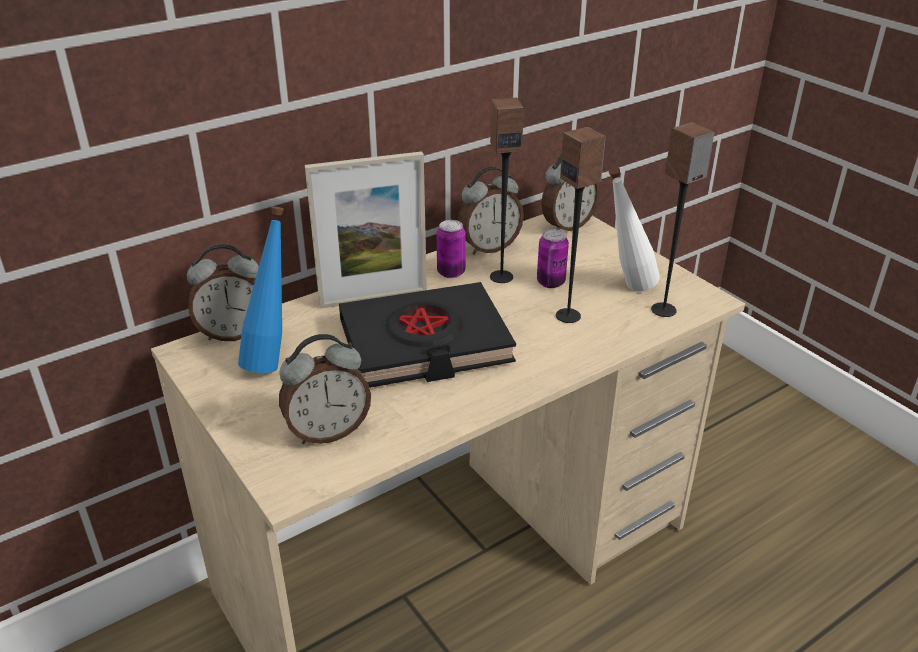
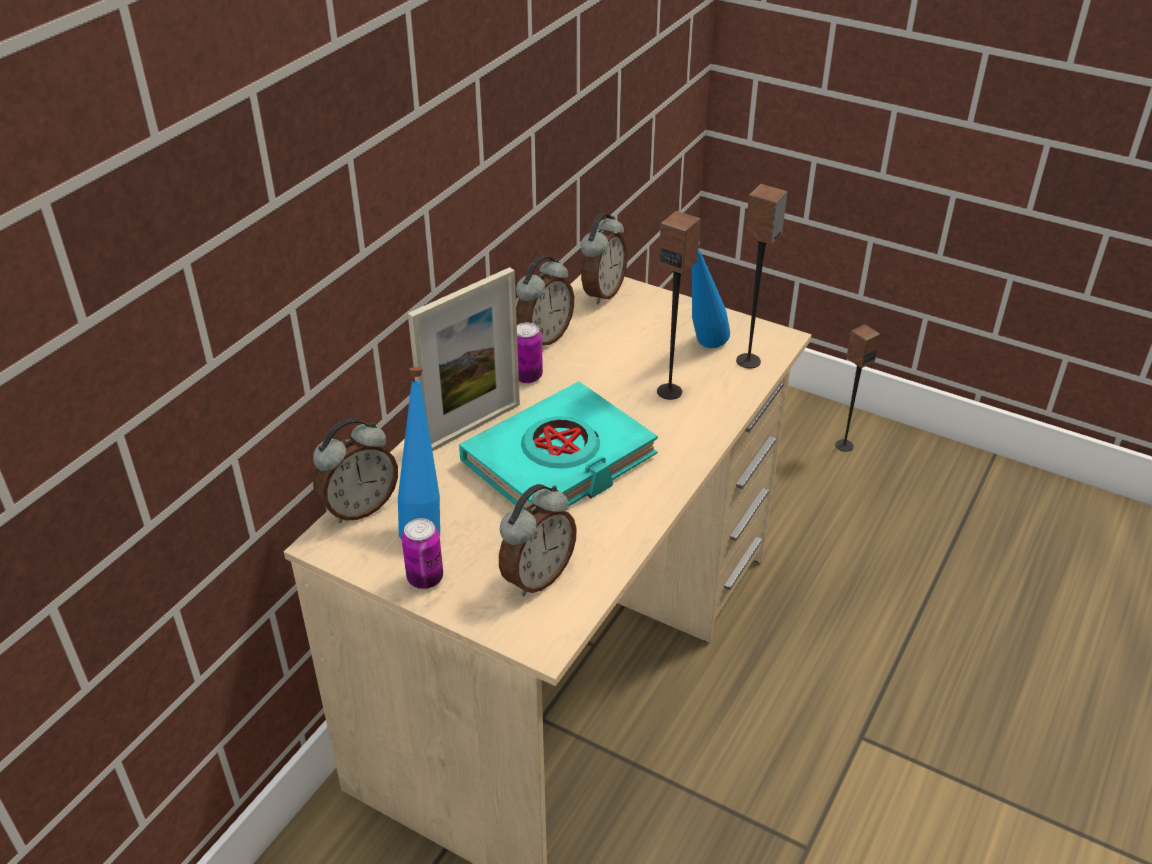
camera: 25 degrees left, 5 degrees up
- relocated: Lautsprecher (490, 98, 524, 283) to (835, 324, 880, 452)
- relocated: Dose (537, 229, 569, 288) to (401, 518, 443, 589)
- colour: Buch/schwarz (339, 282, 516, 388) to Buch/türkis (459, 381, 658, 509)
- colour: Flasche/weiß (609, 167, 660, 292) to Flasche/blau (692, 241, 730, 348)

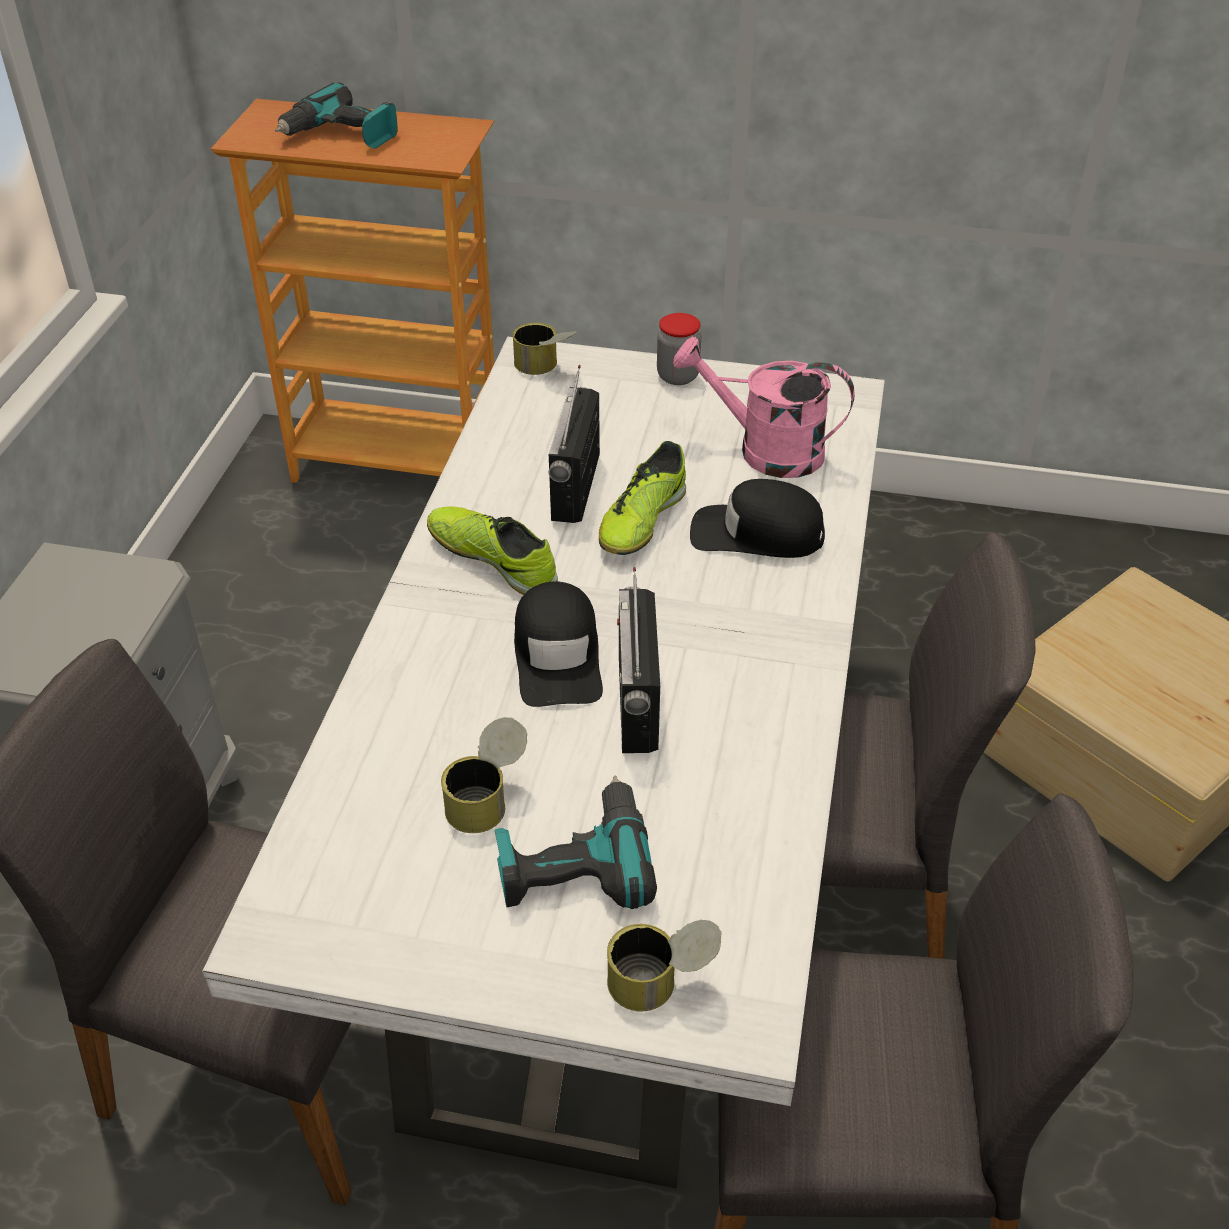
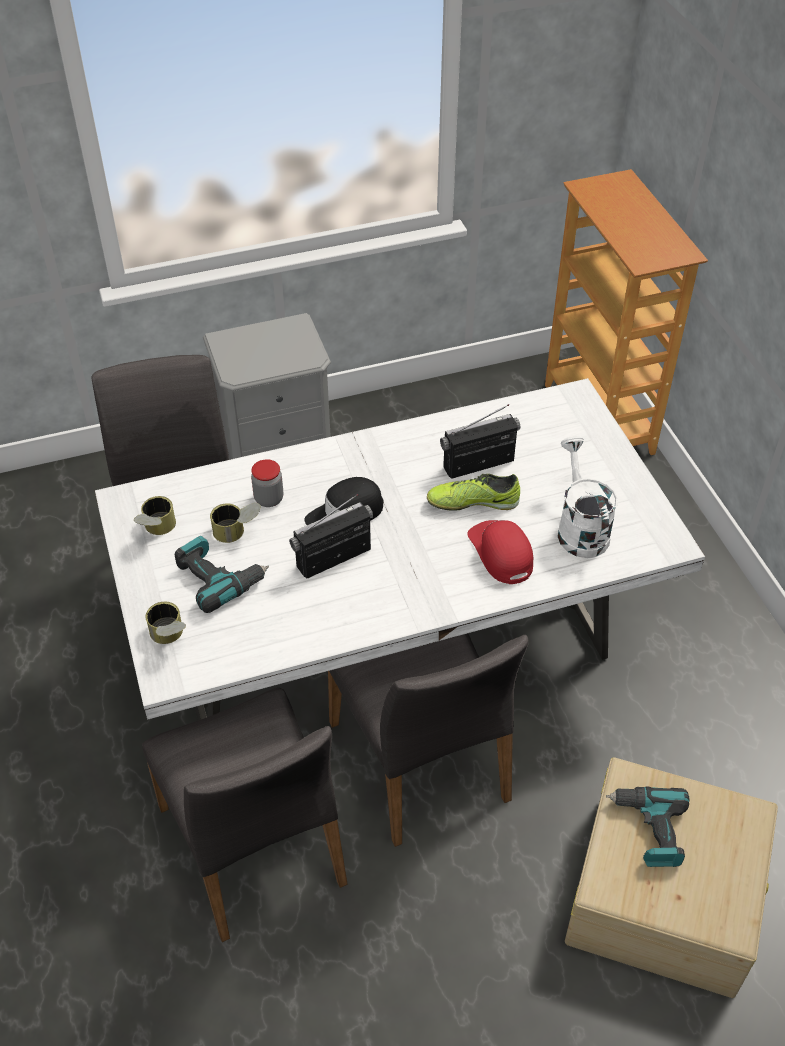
camera: 60 degrees right, 5 degrees up
- missing: Schuh (427, 507, 558, 595)
- relocated: Bohrmaschine (275, 83, 398, 149) to (606, 786, 690, 867)
- relocated: Dose (512, 322, 576, 375) to (134, 496, 176, 535)
- relocated: Vorratsglas (657, 313, 701, 385) to (251, 459, 284, 507)
- colour: Gießkanne/rosa (673, 337, 855, 478) to Gießkanne/weiß (558, 436, 618, 558)
- colour: Kappe/schwarz (690, 479, 825, 558) to Kappe/rot (467, 520, 534, 584)

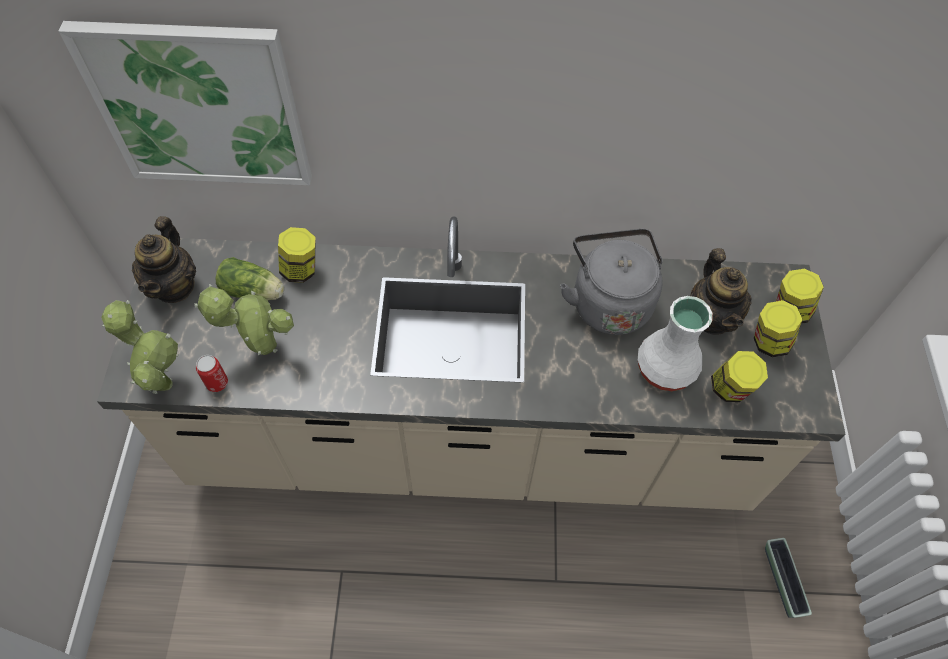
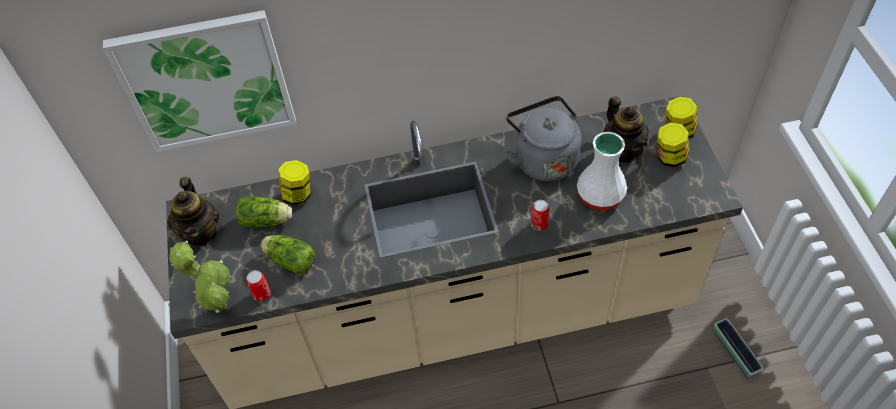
camera: 10 degrees left, 5 degrees down
- missing: Vorratsglas (711, 351, 768, 402)
- appeared: Dose (531, 200, 550, 231)
- exchanged: Topfpflanze (194, 284, 294, 355) to Salatkopf (261, 235, 315, 274)

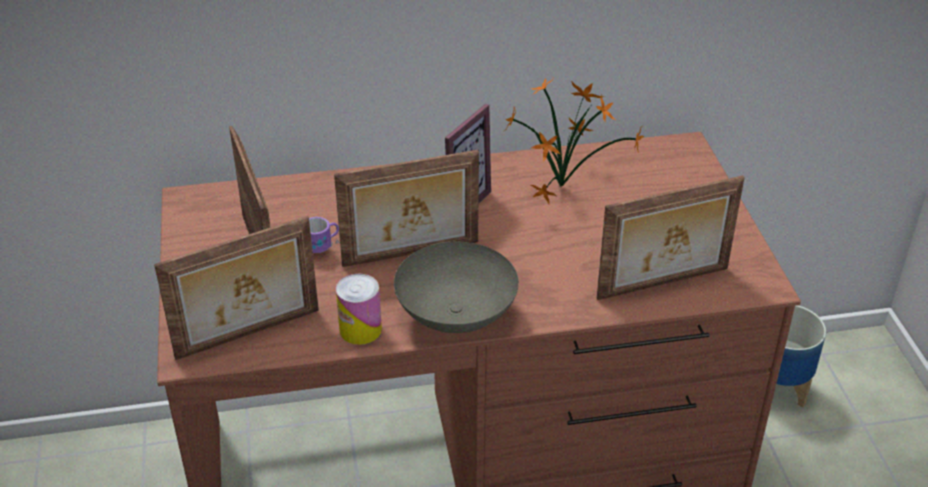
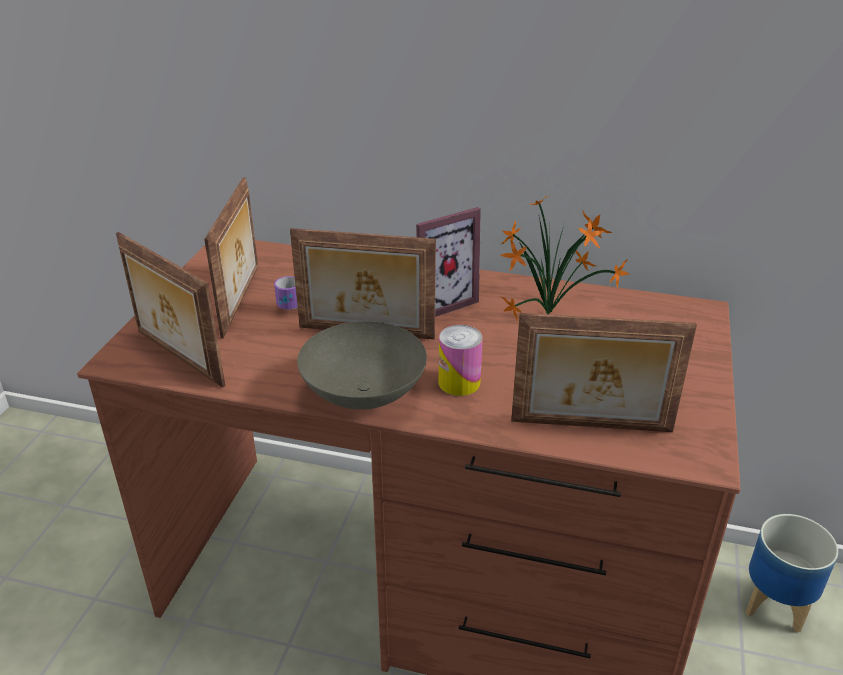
camera: 25 degrees right, 5 degrees down
- relocated: Dose (336, 274, 382, 345) to (439, 325, 483, 396)
- spun: Bilderrahmen (154, 216, 319, 360) = (116, 232, 225, 388) 45 degrees clockwise

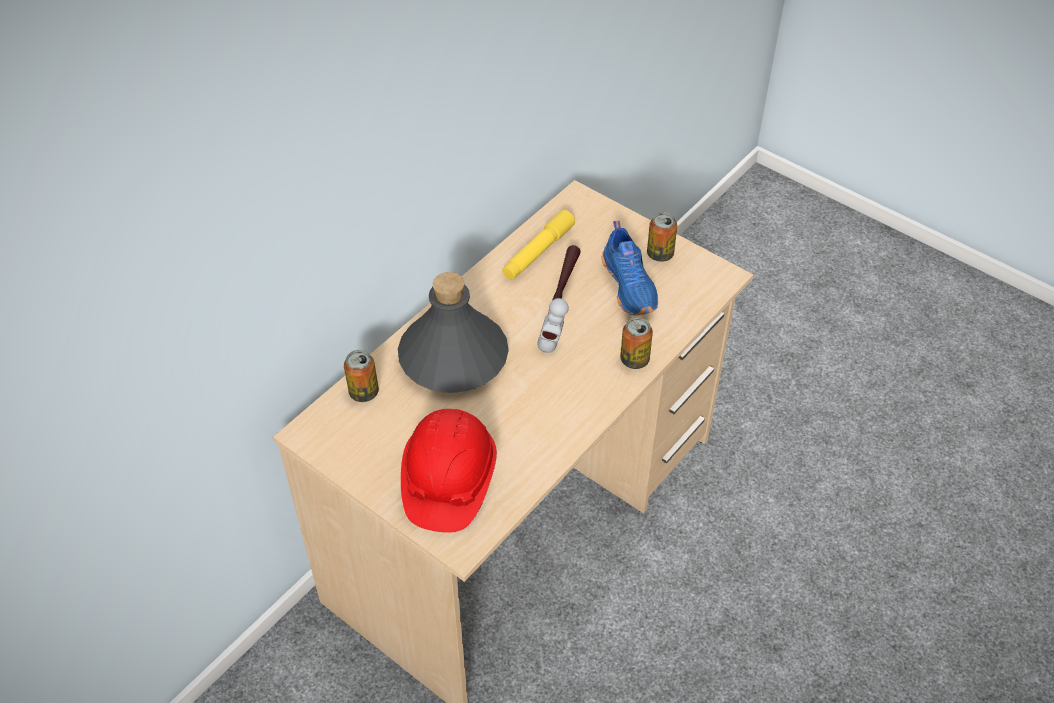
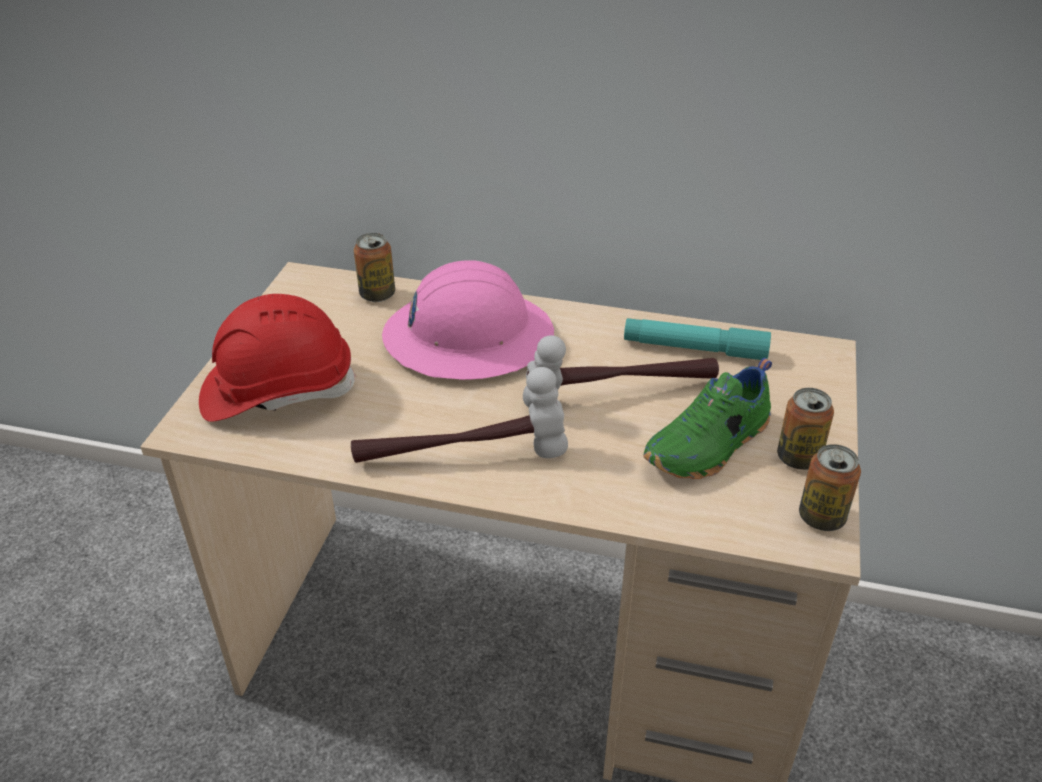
camera: 65 degrees right, 10 degrees down
- appeared: Hammer (351, 367, 568, 463)
- relocated: Dose (620, 317, 653, 369) to (799, 444, 861, 531)
- exchanged: Flasche/grau (398, 272, 509, 393) to Schutzhelm/rosa (382, 260, 554, 380)
- colour: Taschenlampe/gelb (502, 210, 575, 280) to Taschenlampe/türkis (624, 318, 771, 360)
- colour: Schuh/blau (602, 221, 658, 315) to Schuh/grün (643, 358, 772, 479)

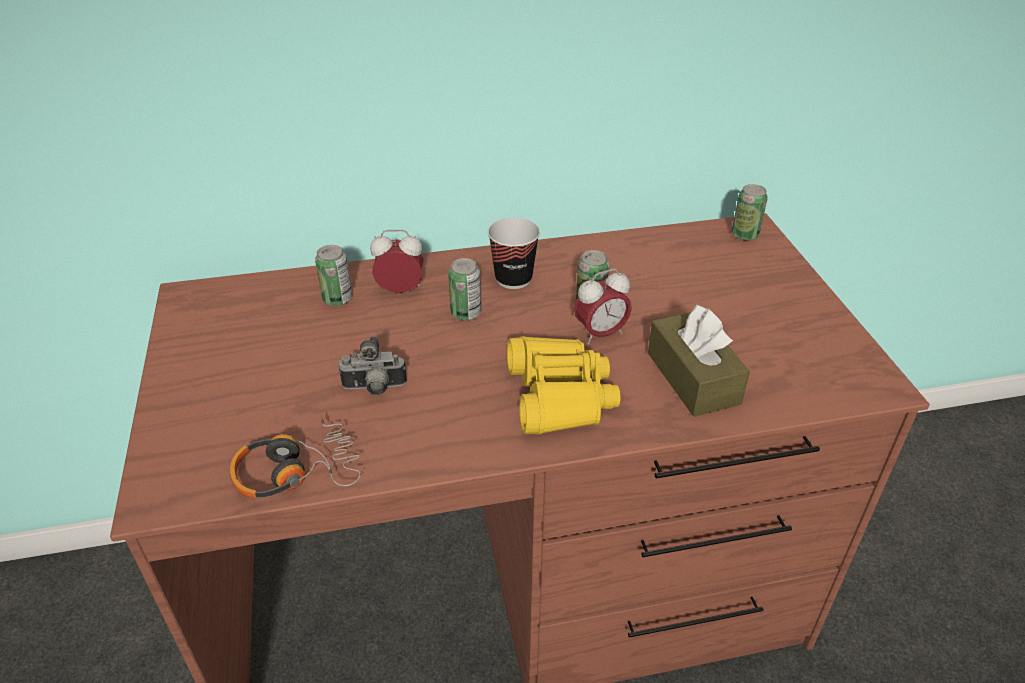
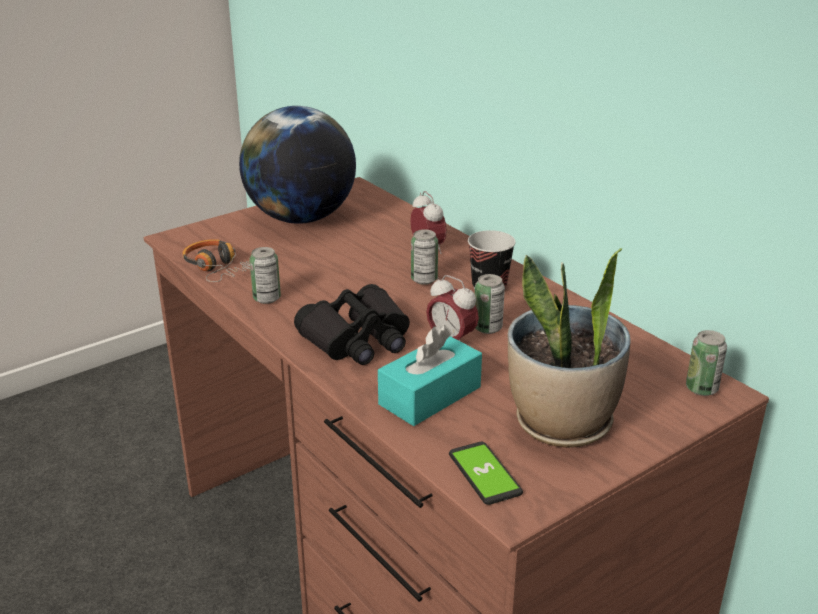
camera: 65 degrees right, 10 degrees down
- missing: Kamera (338, 336, 407, 395)
- appeared: Globus (239, 106, 356, 224)
- appeared: Handy (449, 442, 523, 505)
- appeared: Topfpflanze (508, 248, 631, 447)
- relocated: Dose (315, 245, 353, 306) to (249, 247, 281, 304)
- colour: Fernglas/gelb (507, 336, 621, 434) to Fernglas/schwarz (294, 284, 410, 365)
- colour: Taschentuchbox/braun (648, 305, 750, 417) to Taschentuchbox/türkis (378, 325, 482, 426)

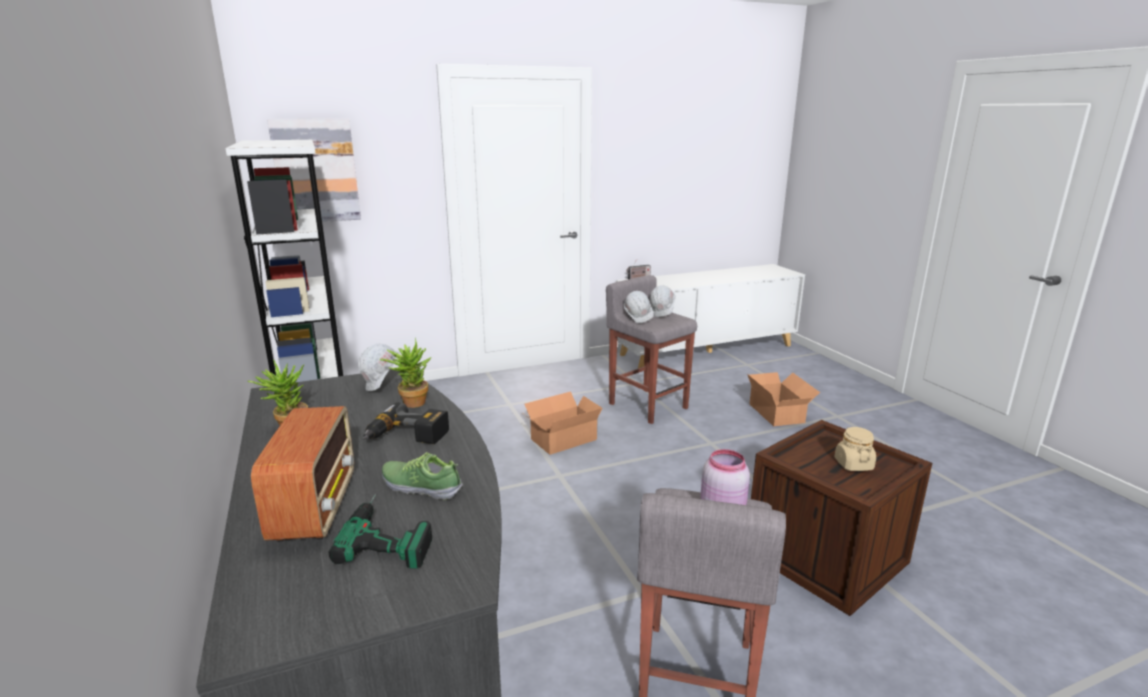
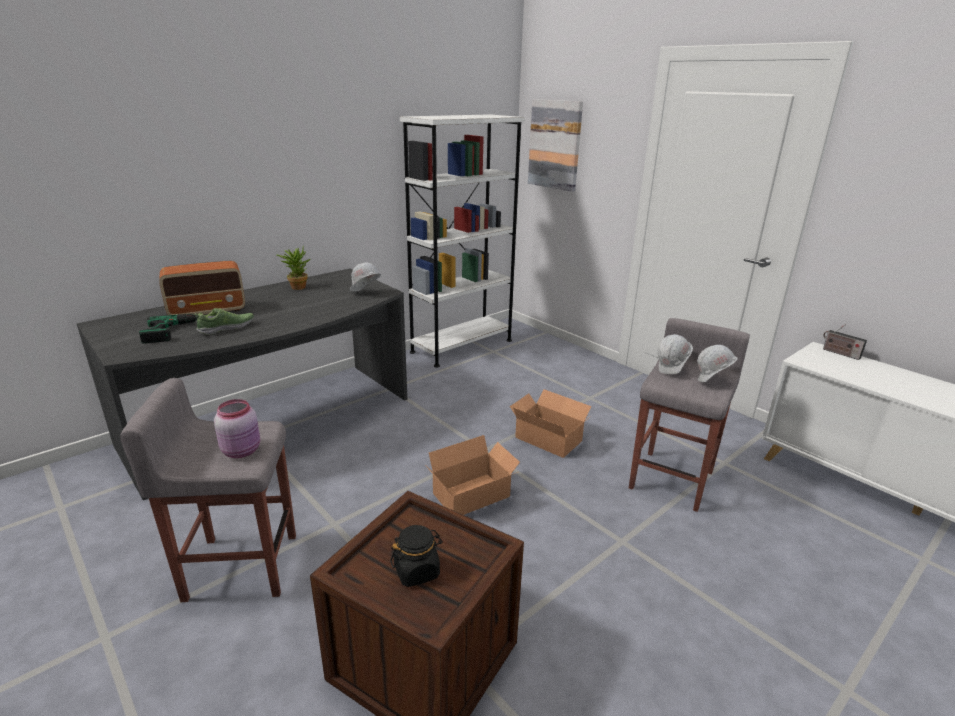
camera: 70 degrees right, 5 degrees up
- missing: Bohrmaschine (363, 402, 449, 444)
- missing: Topfpflanze (380, 338, 431, 408)
- relocated: Karton (747, 372, 820, 426) to (425, 435, 520, 515)
- colour: Vorratsglas/beige (834, 427, 876, 471) to Vorratsglas/schwarz (390, 525, 443, 587)
- spun: Schuh (382, 452, 463, 500) = (195, 308, 254, 335) 45 degrees clockwise

